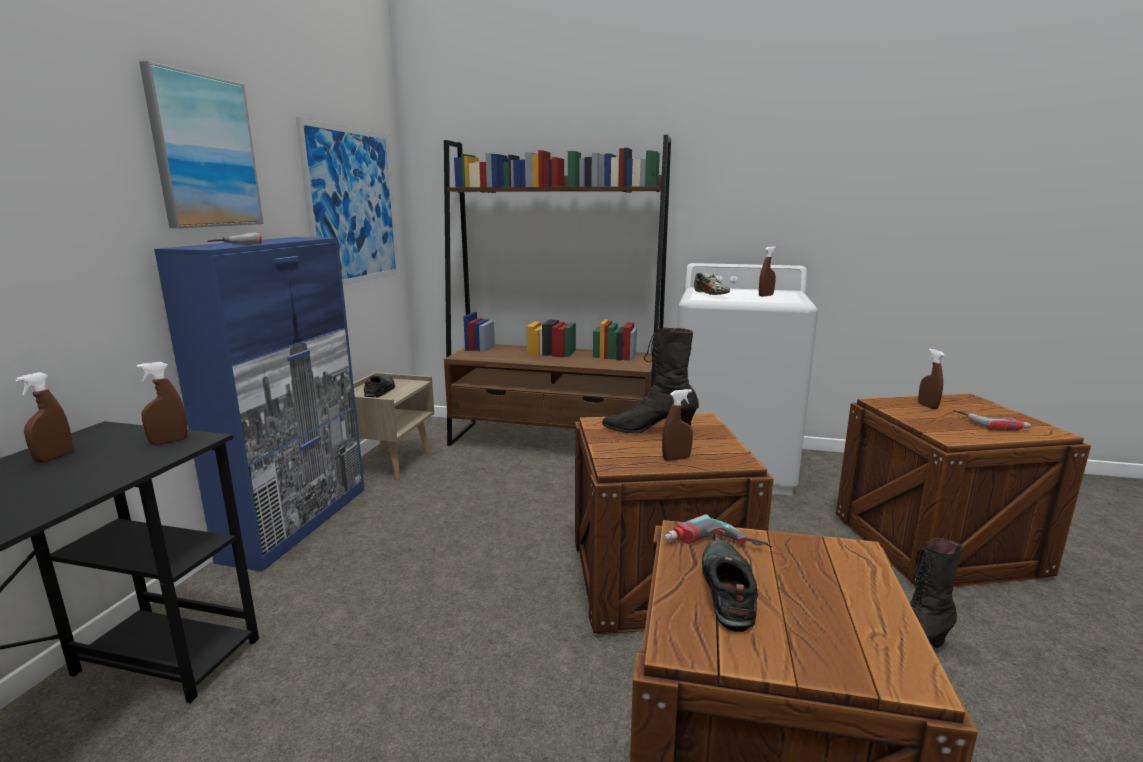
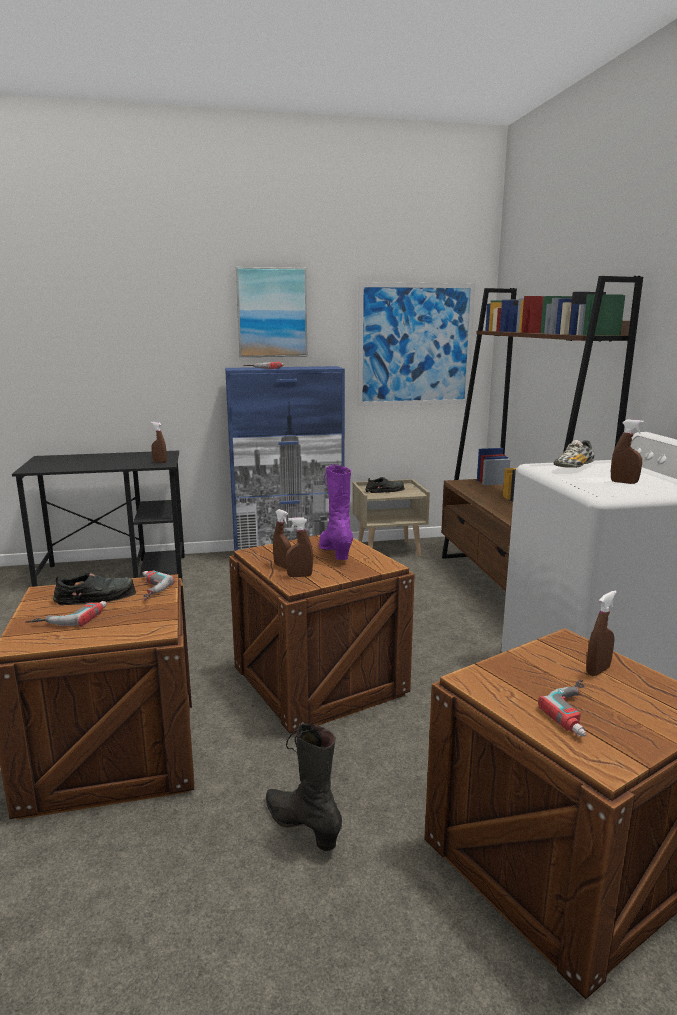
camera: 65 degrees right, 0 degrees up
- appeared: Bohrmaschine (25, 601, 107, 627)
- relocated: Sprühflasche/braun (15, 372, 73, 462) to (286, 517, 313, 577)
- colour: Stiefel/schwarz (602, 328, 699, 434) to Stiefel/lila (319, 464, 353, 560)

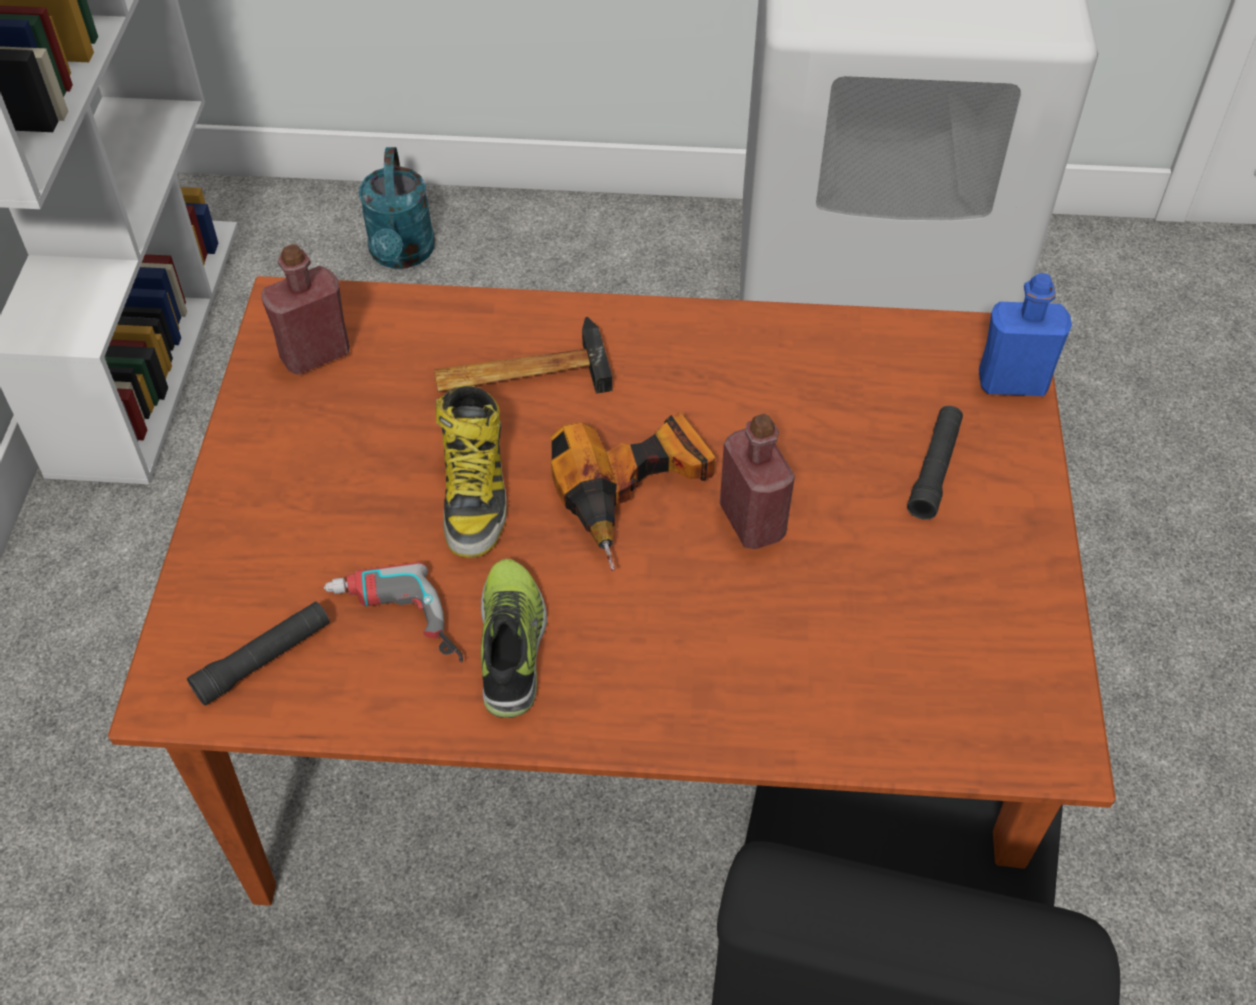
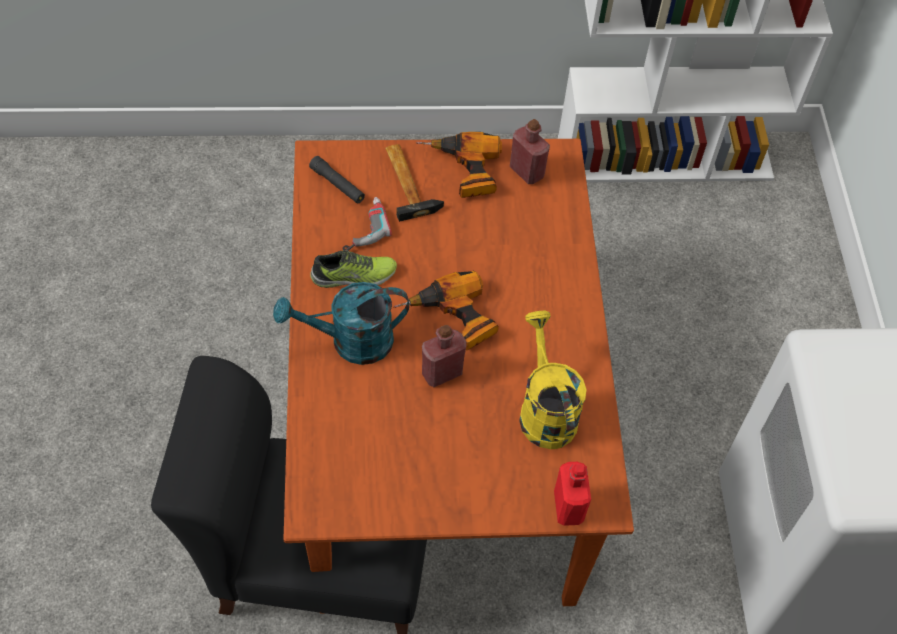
camera: 80 degrees right, 5 degrees up
- missing: Stiefel (435, 386, 507, 558)
- missing: Taschenlampe/schwarz (907, 406, 963, 520)
- appeared: Bohrmaschine (416, 132, 502, 198)
- appeared: Gießkanne/gelb (519, 310, 587, 449)
- relocated: Gießkanne/türkis (359, 147, 435, 269) to (273, 282, 409, 365)
- relocated: Hammer (434, 317, 612, 394) to (385, 144, 444, 222)
- colour: Flasche/blau (979, 273, 1072, 396) to Flasche/rot (554, 462, 591, 526)

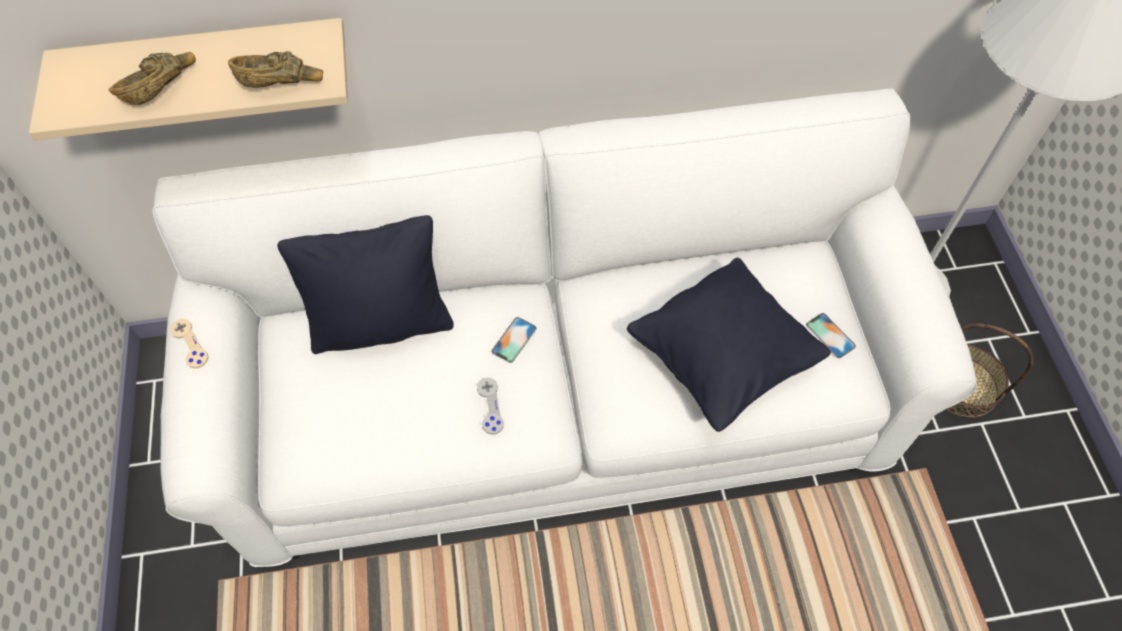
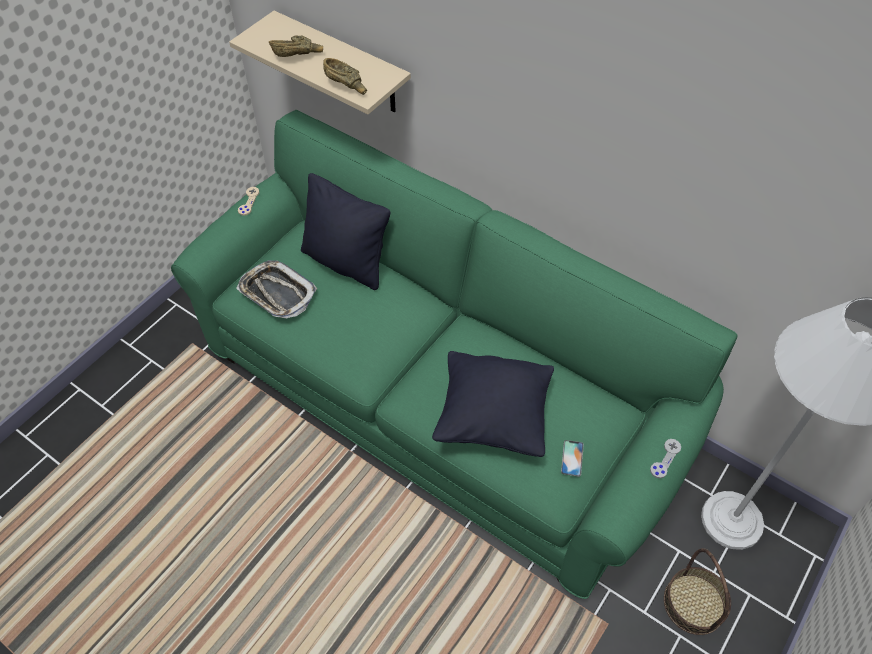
camera: 45 degrees right, 5 degrees down
- missing: Handy (491, 317, 537, 363)
- appeared: Tablett (236, 260, 317, 318)
- relocated: Gamepad/grau (477, 378, 504, 435) to (650, 439, 681, 478)
- colour: Sofa/weiß (152, 89, 977, 567) to Sofa/grün (171, 110, 738, 599)

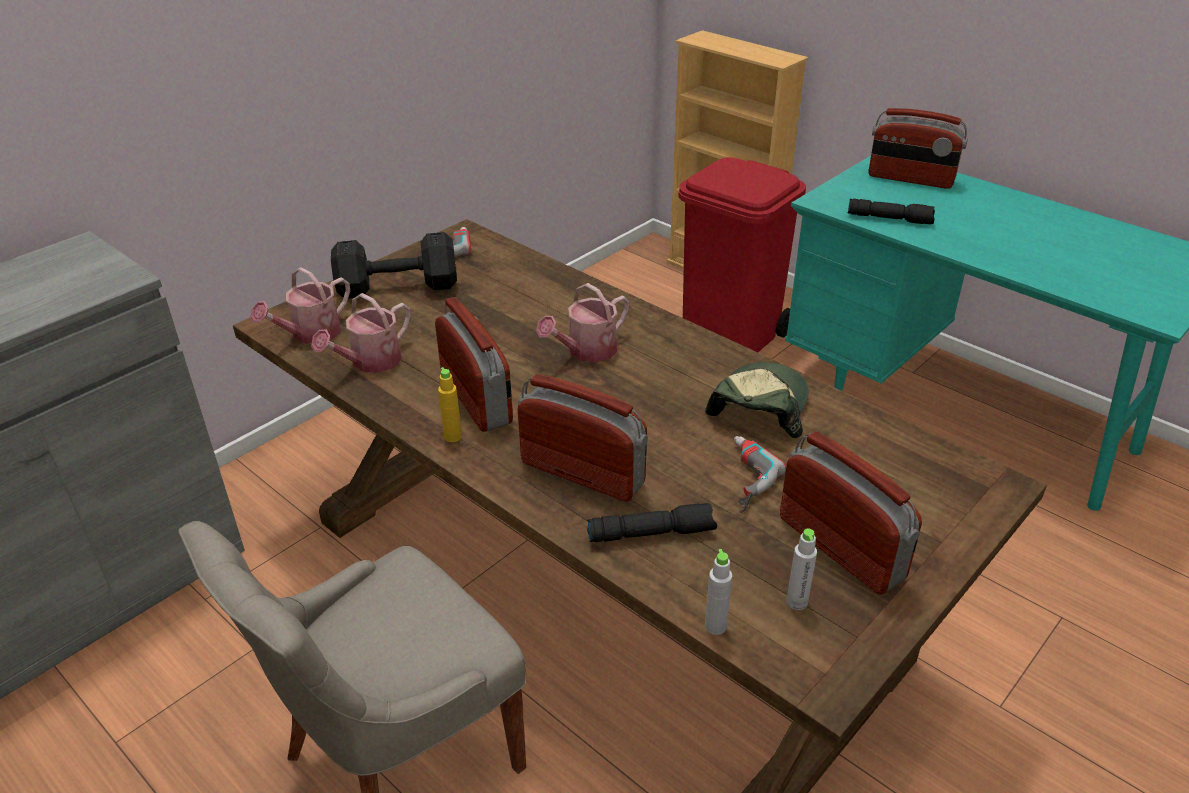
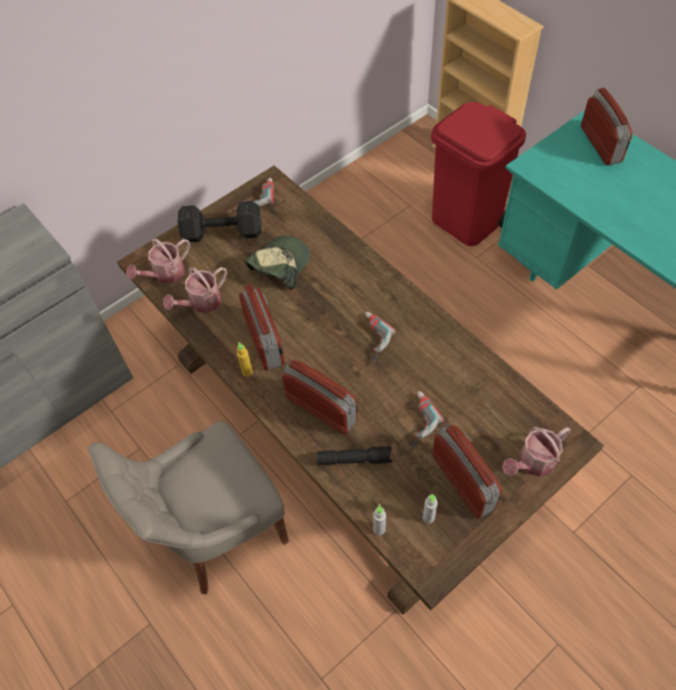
camera: 10 degrees right, 20 degrees up
- missing: Taschenlampe/schwarz (848, 199, 935, 224)
- appeared: Bohrmaschine (365, 312, 396, 365)
- relocated: Gießkanne (536, 283, 629, 363) to (502, 426, 570, 477)
- relocated: Kappe (705, 362, 809, 438) to (245, 236, 310, 290)
- spun: Radio (869, 108, 968, 189) = (581, 88, 632, 165) 135 degrees counterclockwise

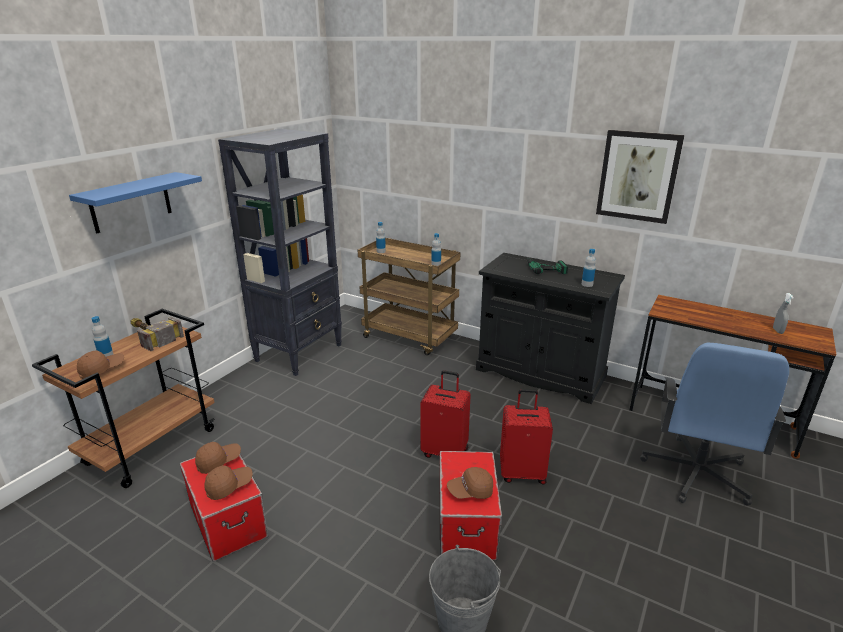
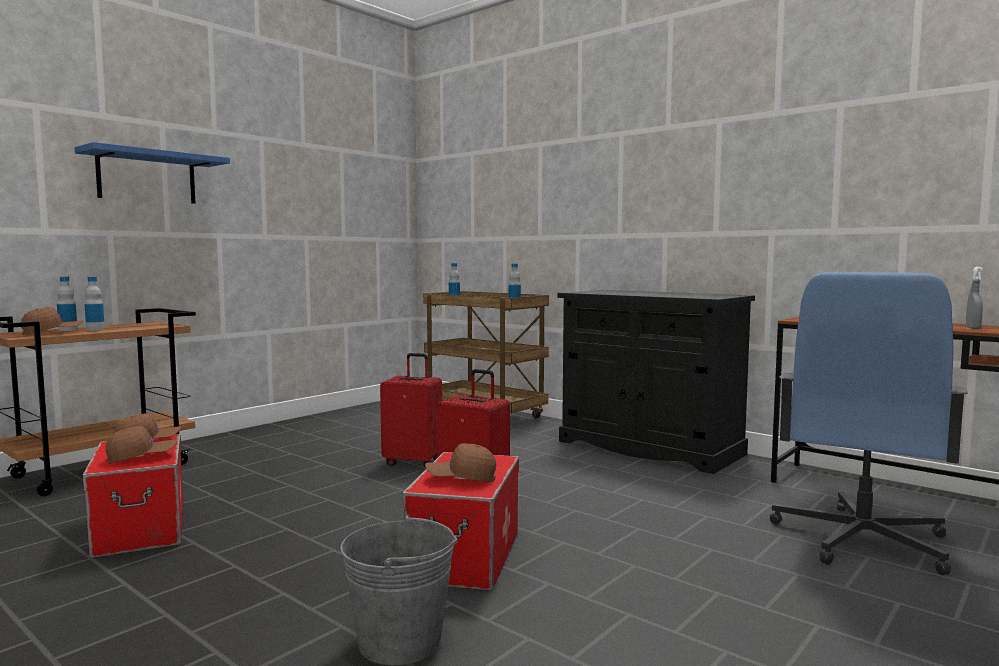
camera: 10 degrees right, 20 degrees down
- missing: Hammer (131, 317, 184, 351)
- missing: Bücherregal/schwarz (218, 129, 342, 376)
- missing: Bohrmaschine (527, 257, 568, 274)
- missing: Bild (596, 130, 685, 224)
- relocated: Koffer/rot (500, 389, 553, 485) to (380, 353, 442, 468)
- relocated: Flasche (582, 249, 596, 287) to (85, 276, 105, 331)

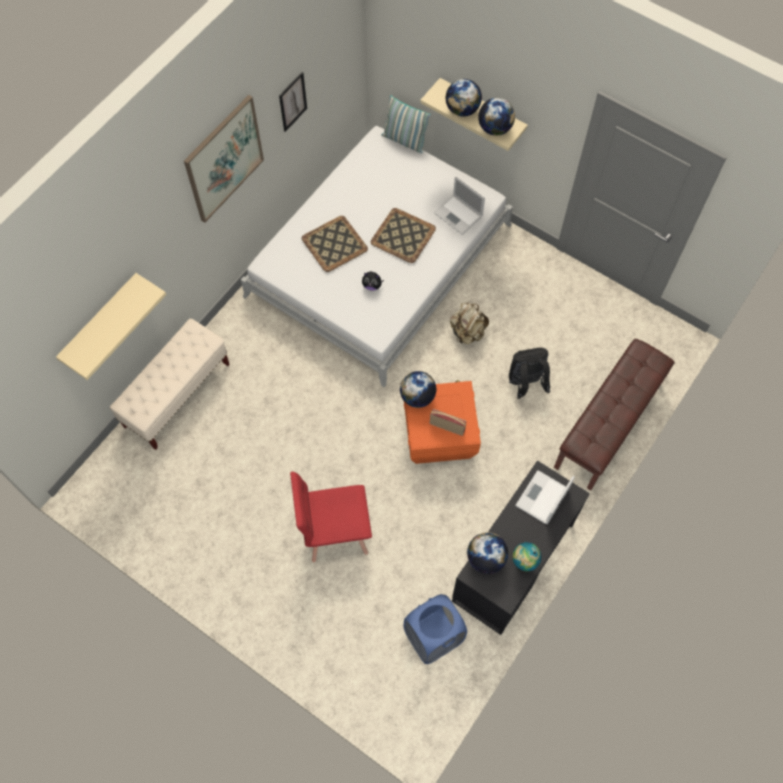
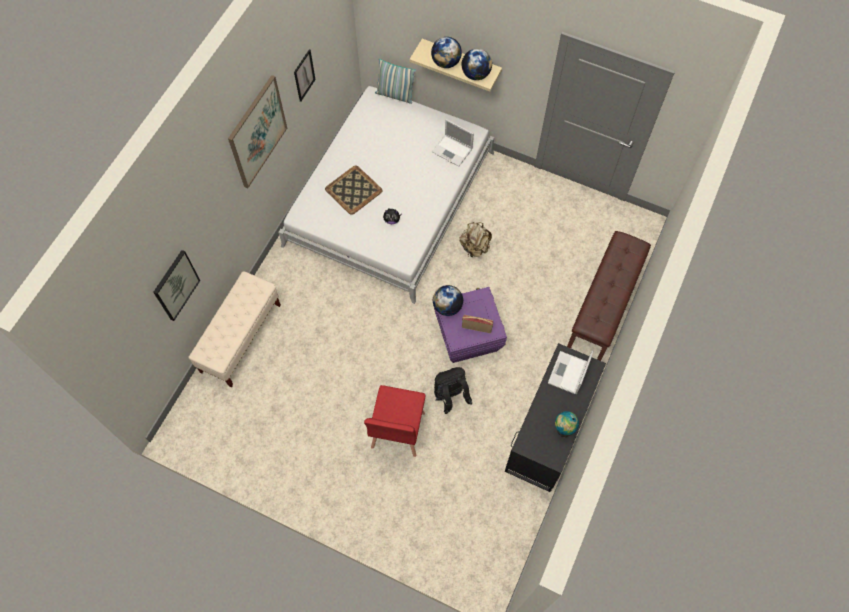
camera: 10 degrees left, 0 degrees up
- missing: Tablett (371, 208, 436, 263)
- missing: Wäschekorb/blau (404, 594, 467, 664)
- missing: Globus (467, 532, 509, 574)
- relocated: Rucksack/schwarz (509, 348, 550, 399) to (434, 367, 473, 414)
- exchanged: Wandregal/beige (56, 273, 167, 380) to Bild (153, 250, 200, 321)
- colour: Aufbewahrungsbox/orange (404, 380, 481, 464) to Aufbewahrungsbox/lila (434, 287, 507, 363)
- spun: Stuhl/rot (290, 472, 372, 562) = (364, 385, 425, 457) 60 degrees counterclockwise

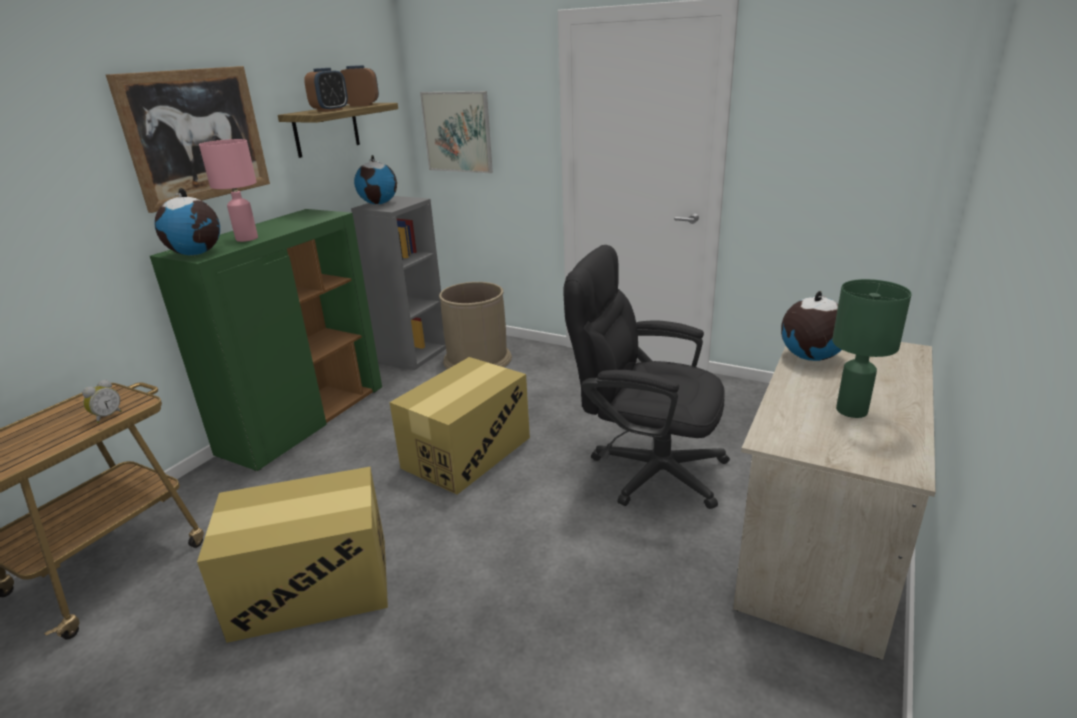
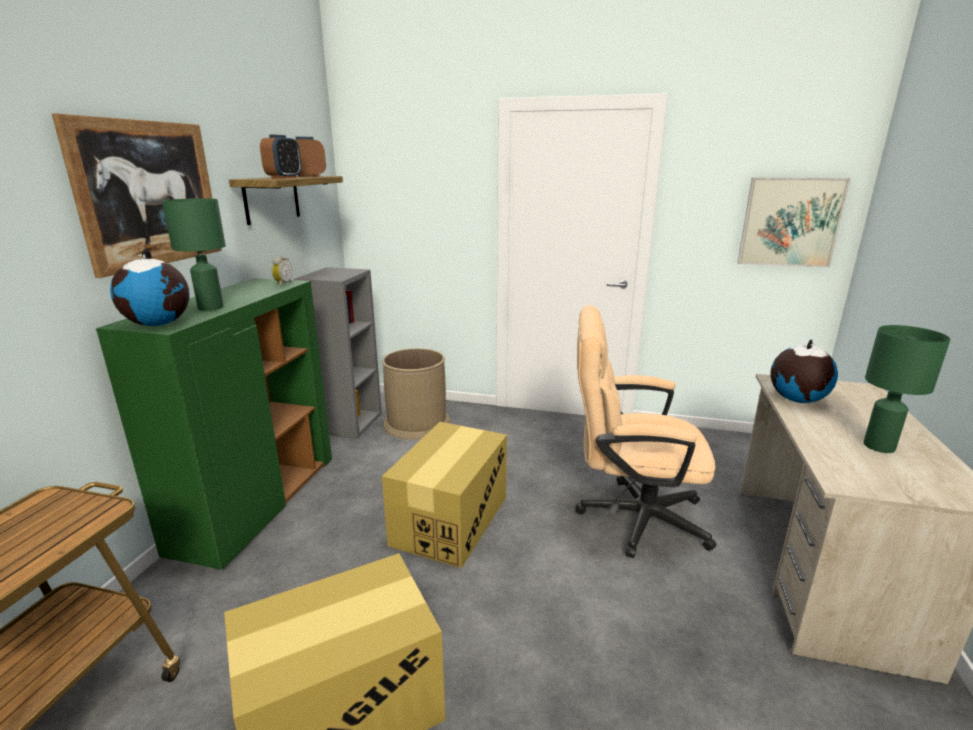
camera: 15 degrees left, 5 degrees down
- missing: Globus (354, 155, 397, 204)
- relocated: Wecker (82, 380, 122, 423) to (272, 255, 293, 286)
- relocated: Bild (420, 91, 493, 173) to (737, 177, 850, 268)
- colour: Tischlampe/rosa (199, 139, 258, 242) to Tischlampe/grün (162, 198, 226, 310)
- colour: Bürostuhl/schwarz (563, 245, 730, 509) to Bürostuhl/beige (576, 305, 716, 558)

